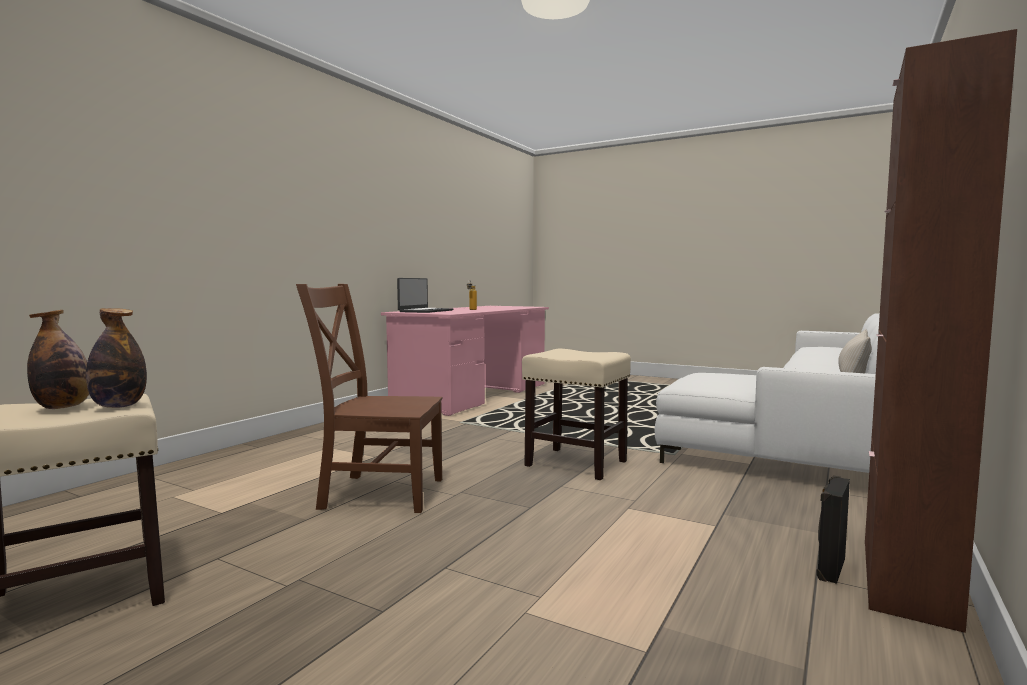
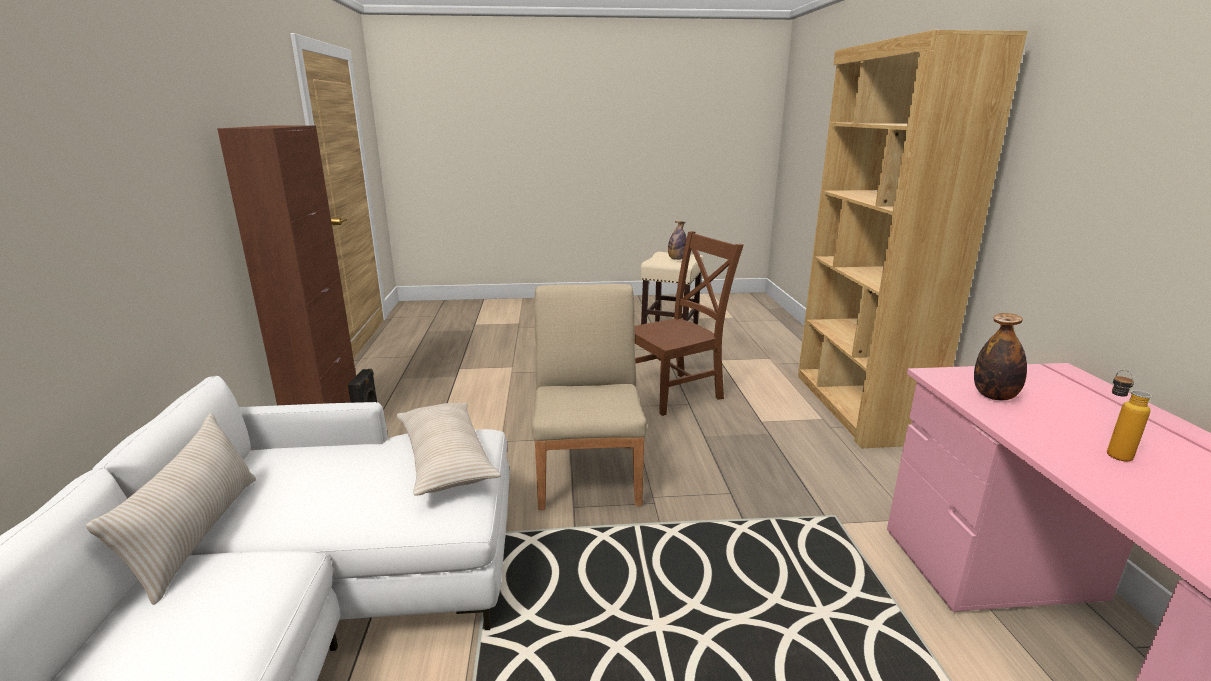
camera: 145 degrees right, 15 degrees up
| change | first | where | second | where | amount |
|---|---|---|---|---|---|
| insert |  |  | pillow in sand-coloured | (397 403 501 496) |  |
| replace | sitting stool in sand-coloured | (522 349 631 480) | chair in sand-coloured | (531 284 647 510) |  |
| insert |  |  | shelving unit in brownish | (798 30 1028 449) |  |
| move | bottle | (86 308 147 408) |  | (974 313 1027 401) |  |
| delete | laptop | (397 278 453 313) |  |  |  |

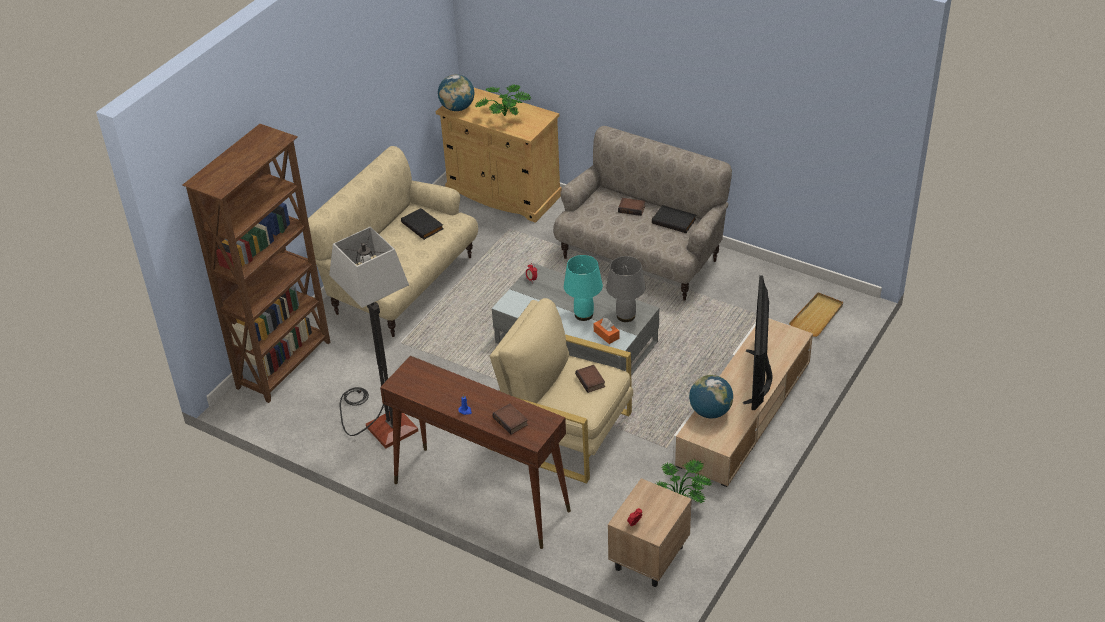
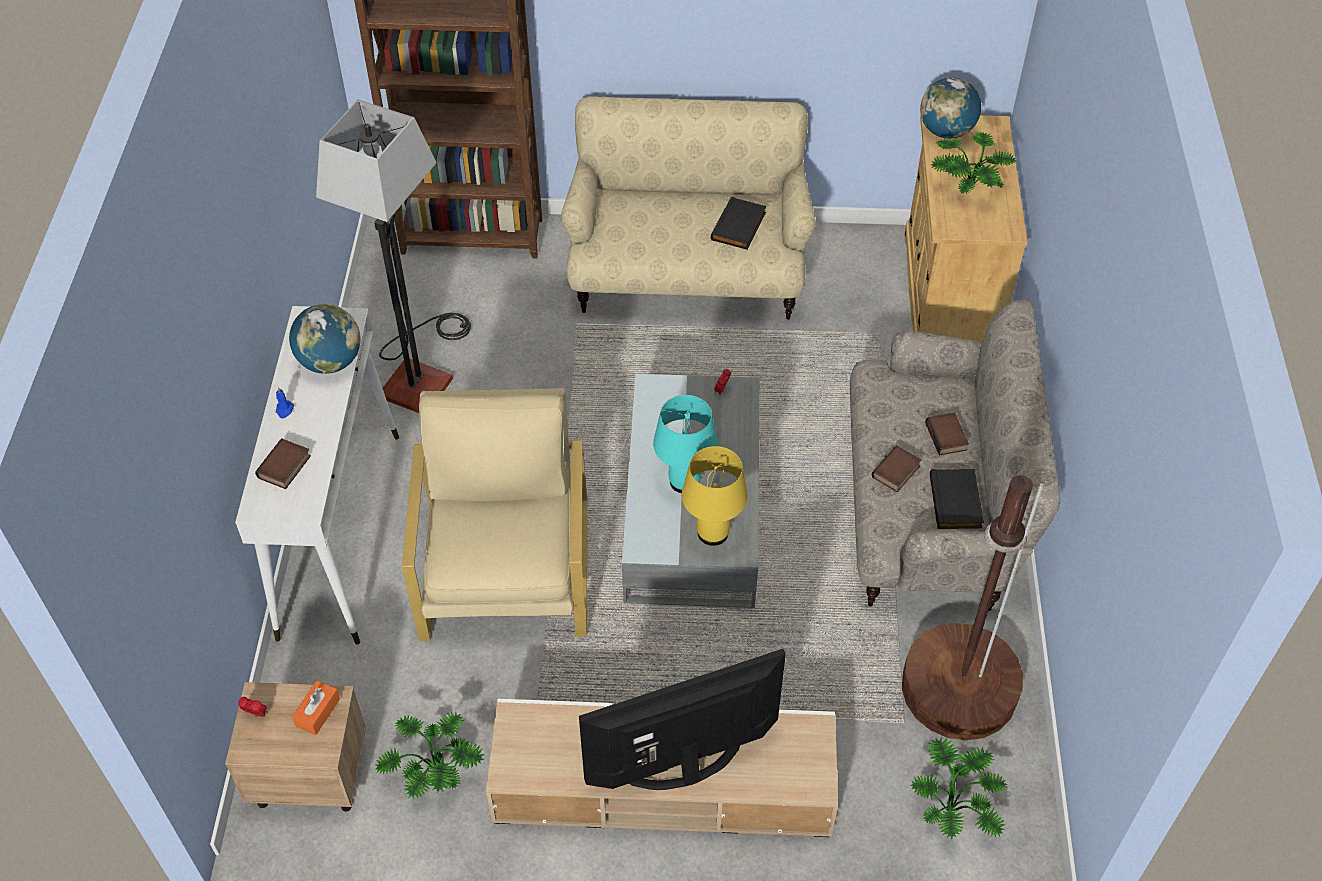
camera: 60 degrees right, 10 degrees up
| change | first | where | second | where | amount |
|---|---|---|---|---|---|
| recolor | hall table in brownish | (380 356 571 549) | hall table in white-coloured | (235 306 399 645) |  |
| move | world globe | (689 375 733 418) |  | (289 304 361 374) |  |
| move | tissue holder in orange-coloured | (594 318 619 344) |  | (292 680 340 735) |  |
| recolor | lamp for a table in greyish | (606 256 646 322) | lamp for a table in yellow | (682 446 748 546) |  |
| move | volume | (575 365 605 393) |  | (872 445 922 492) |  |
| insert |  |  | floor lamp in brownish | (902 475 1043 741) |  |
| replace | carrying tray in sand-coloured | (789 292 843 337) | houseplant | (910 737 1008 839) |  |

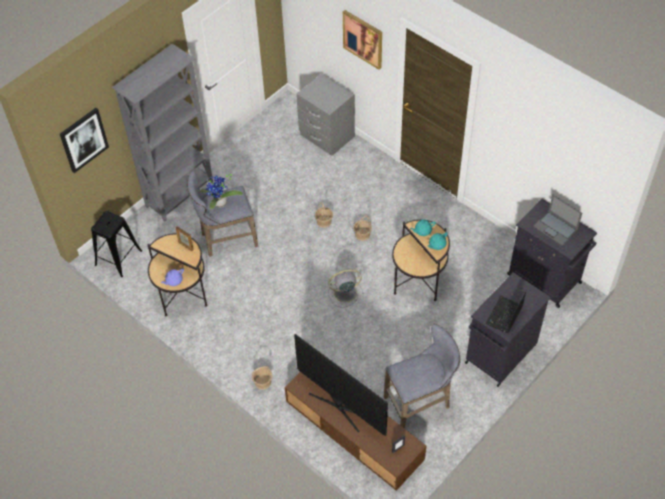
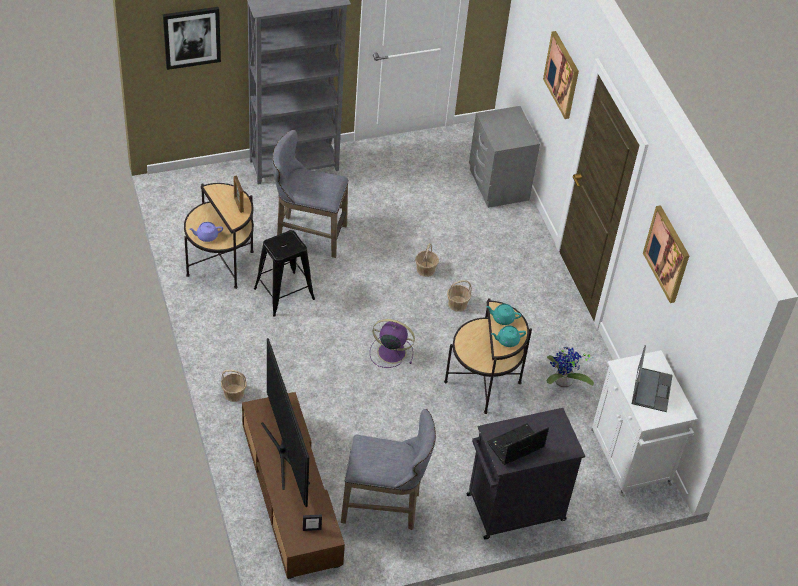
camera: 25 degrees right, 5 degrees down
| change | first | where | second | where | amount |
|---|---|---|---|---|---|
| move | sitting stool in black | (91 211 142 277) |  | (254 230 315 316) |  |
| recolor | fan in greyish | (328 269 364 308) | fan in purplish | (370 319 415 368) |  |
| move | houseplant | (200 174 243 209) |  | (547 347 594 388) |  |
| recolor | cupboard in black | (507 199 597 308) | cupboard in white-coloured | (591 350 697 497) |  |
| rotate | laptop | (533 195 582 245) |  | (632 345 673 412) | 150 degrees counterclockwise |
| insert |  |  | wall art | (643 205 689 303) |  |

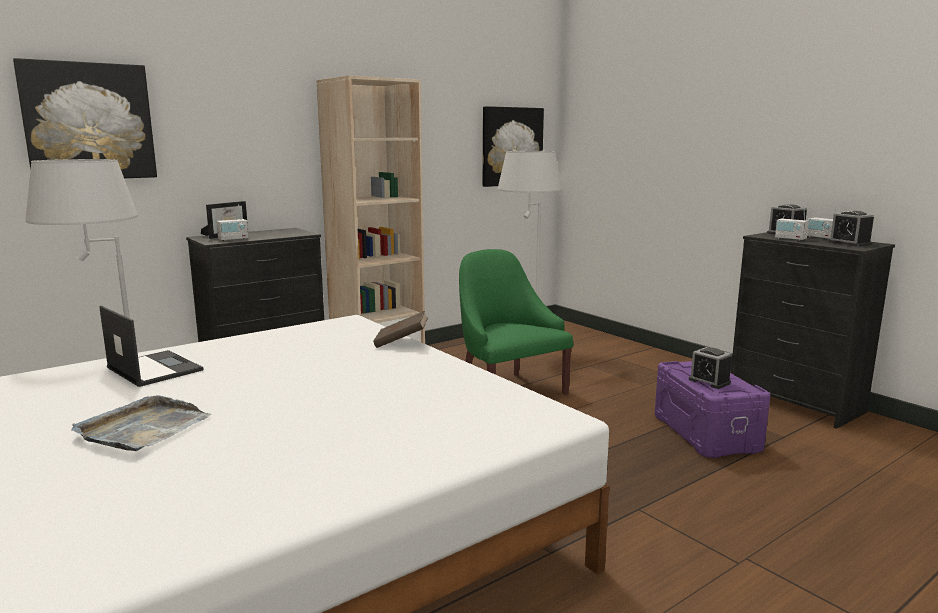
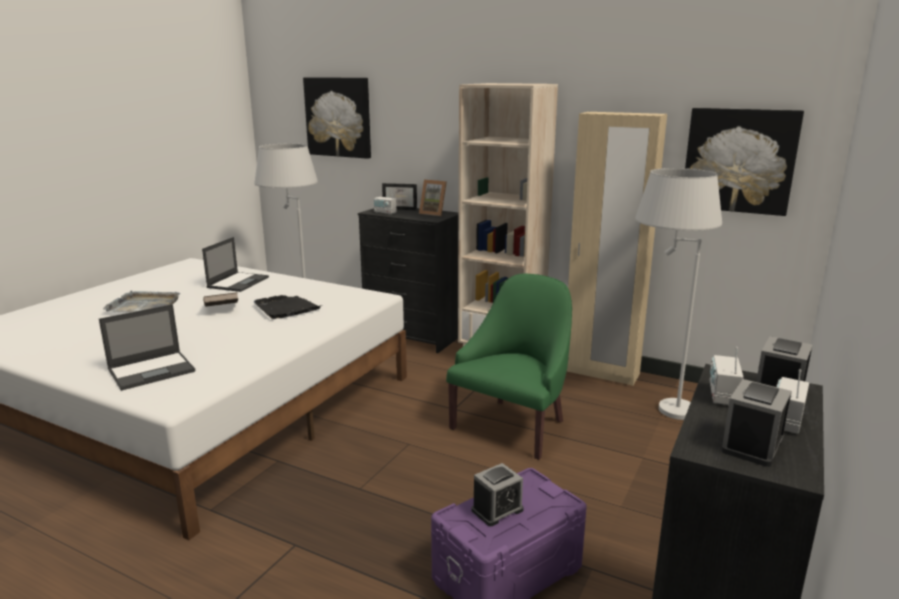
camera: 65 degrees right, 5 degrees up
| change | first | where | second | where | amount |
|---|---|---|---|---|---|
| insert |  |  | laptop | (99 304 195 391) |  |
| move | volume in brownish | (373 311 428 348) |  | (203 292 238 307) |  |
| insert |  |  | carrying tray in black | (253 295 321 319) |  |
| insert |  |  | photo frame | (419 180 447 216) |  |
| rotate | table clock | (689 347 732 389) |  | (472 463 524 526) | 150 degrees counterclockwise |
| insert |  |  | wardrobe in sand-coloured | (567 112 667 386) |  |

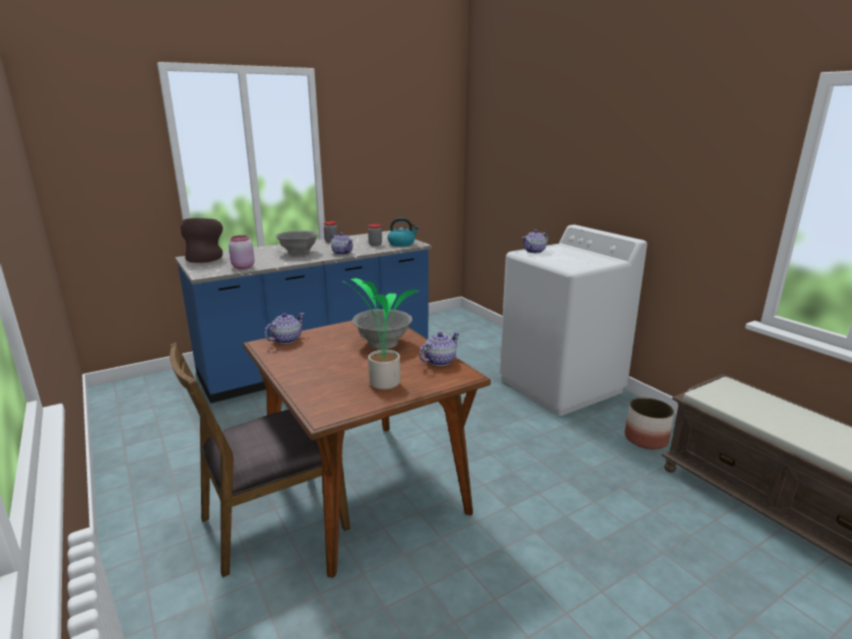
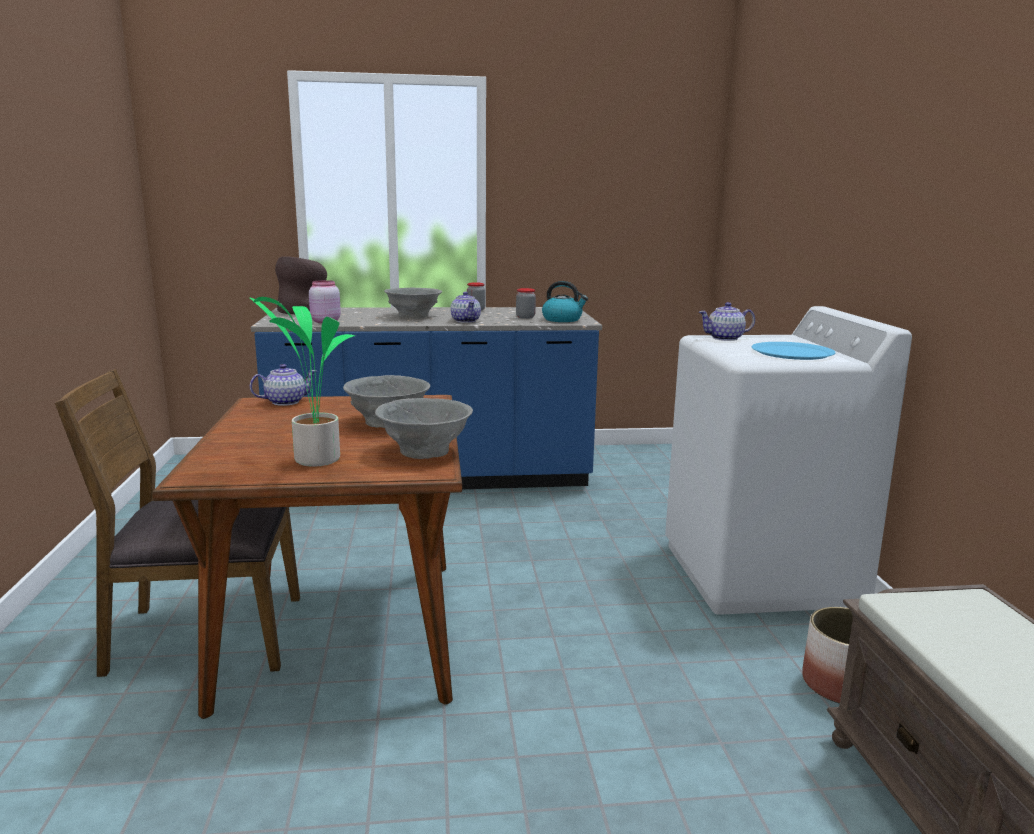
camera: 25 degrees right, 5 degrees down
| change | first | where | second | where | amount |
|---|---|---|---|---|---|
| replace | teapot | (419 332 460 366) | bowl in greyish | (375 398 473 459) |  |
| insert |  |  | flat dish in blue-coloured | (752 342 835 360) |  |

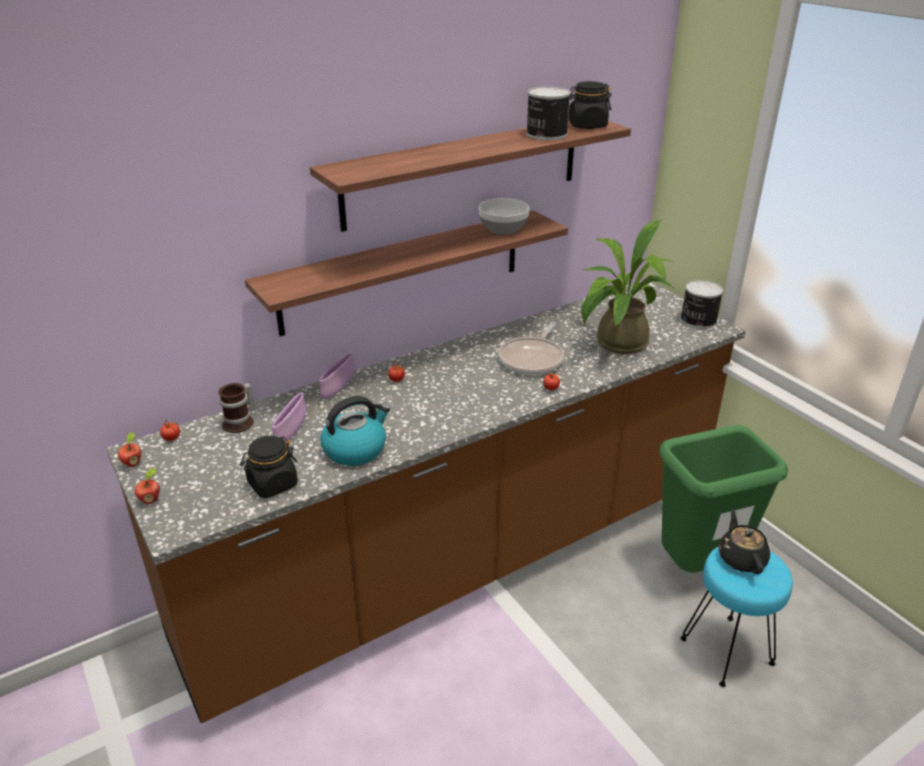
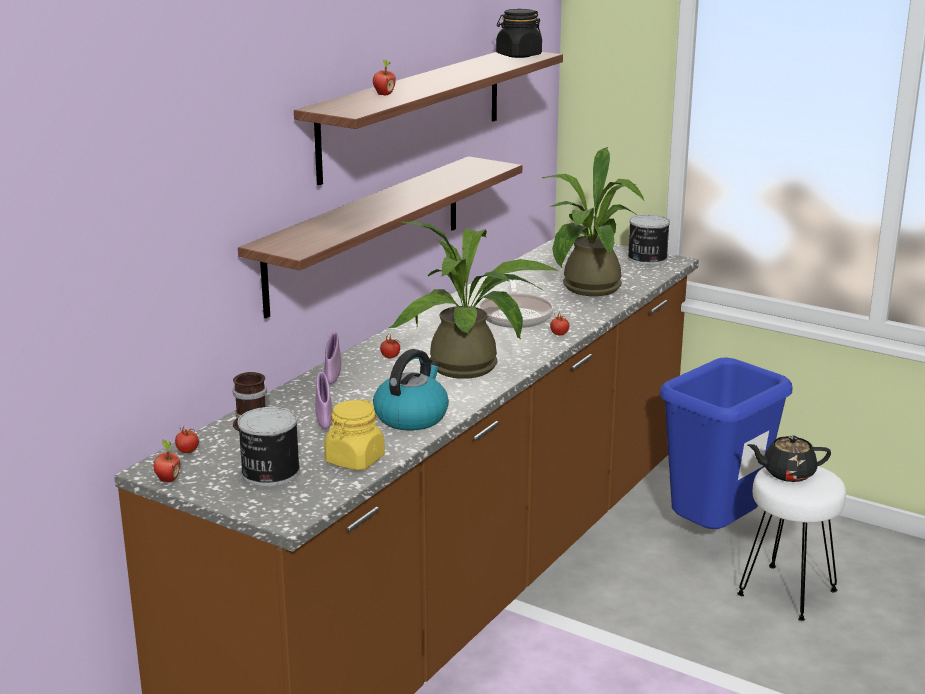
camera: 25 degrees left, 10 degrees down
| change | first | where | second | where | amount |
|---|---|---|---|---|---|
| move | metal can | (526 87 570 140) |  | (238 407 300 486) |  |
| recolor | preserve jar in black | (240 436 298 498) | preserve jar in yellow | (324 399 385 470) |  |
| move | whole apple | (135 468 160 504) |  | (373 59 396 95) |  |
| insert |  |  | houseplant | (389 221 558 379) |  |
| recolor | rubbish bin in greenish | (659 425 788 573) | rubbish bin in blue-coloured | (660 357 792 529) |  |
| recolor | sitting stool in blue-green | (680 547 793 687) | sitting stool in white-coloured | (737 466 846 621) |  |
| rotate | teapot in black | (718 509 770 574) |  | (748 435 831 482) | 60 degrees counterclockwise |
| delete | bowl | (479 198 530 235) |  |  |  |

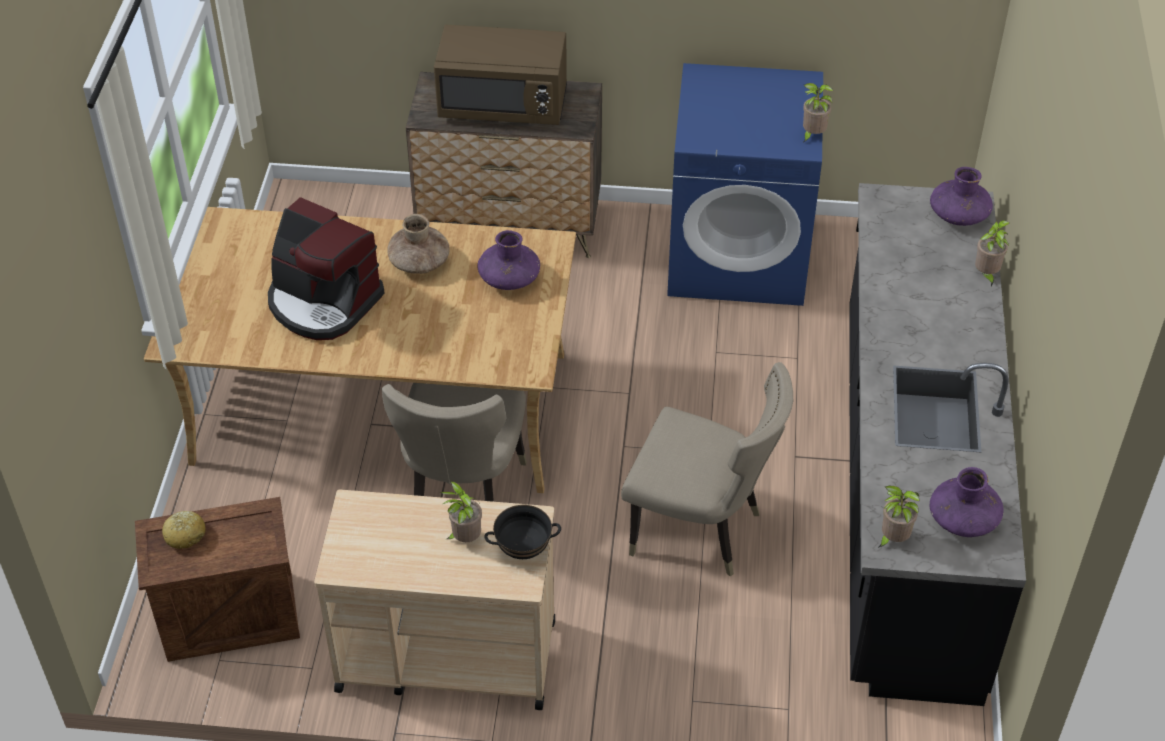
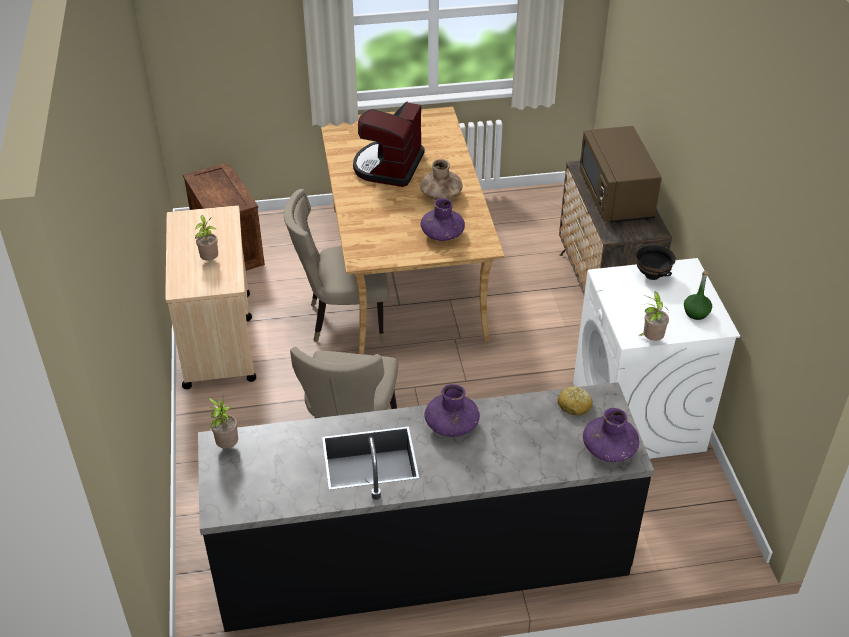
camera: 75 degrees right, 5 degrees down
| change | first | where | second | where | amount |
|---|---|---|---|---|---|
| move | flower vase in purplish | (930 467 1004 537) |  | (424 384 480 437) |  |
| move | bakery bread | (162 511 206 549) |  | (558 387 592 415) |  |
| recolor | washing machine in blue-coloured | (667 63 823 306) | washing machine in white-coloured | (573 258 740 459) |  |
| move | bowl in black | (484 505 561 559) |  | (636 244 676 280) |  |
| insert |  |  | bottle in greenish | (684 271 712 320) |  |
| delete | houseplant | (975 220 1009 286) |  |  |  |

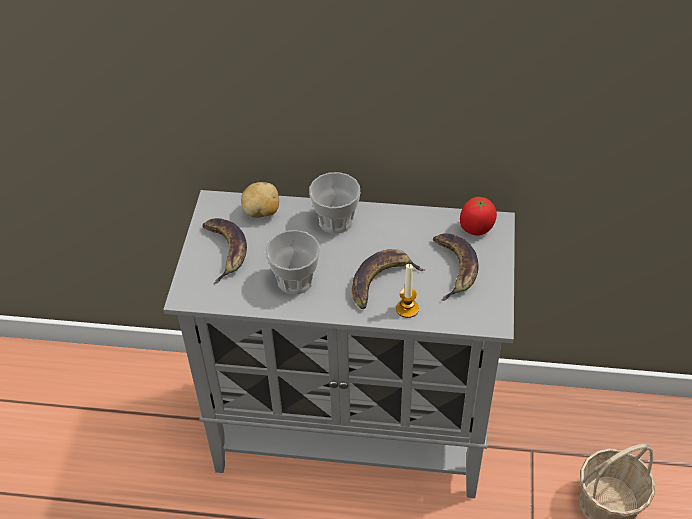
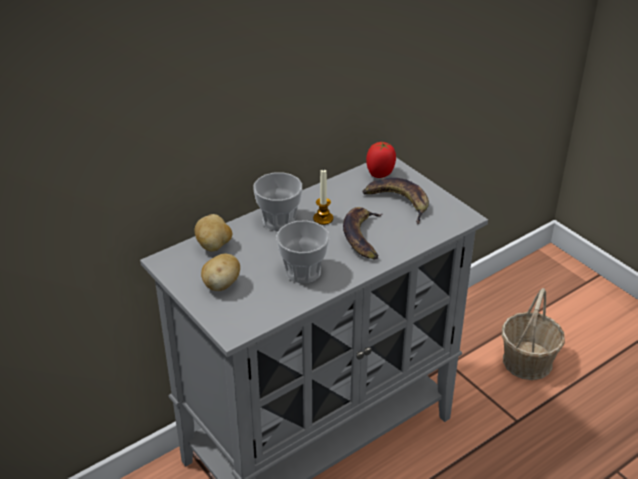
camera: 45 degrees left, 10 degrees down
| change | first | where | second | where | amount |
|---|---|---|---|---|---|
| replace | banana fruit | (202 218 247 284) | spud | (201 254 240 291) |  |
| move | wax light | (396 264 419 318) |  | (313 169 333 225) |  |

